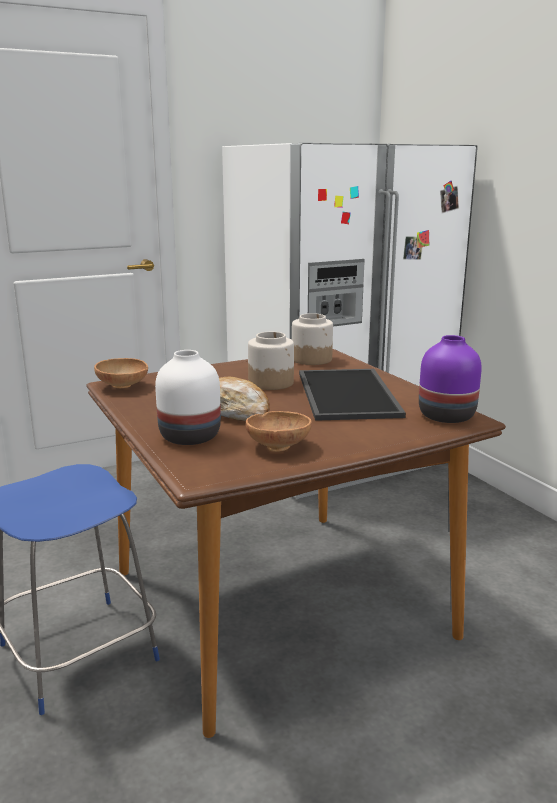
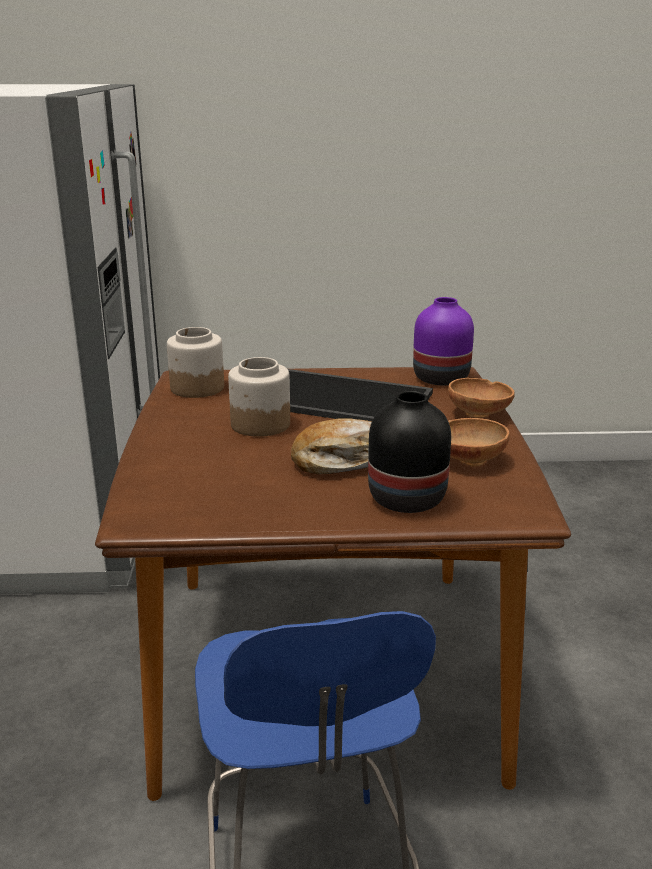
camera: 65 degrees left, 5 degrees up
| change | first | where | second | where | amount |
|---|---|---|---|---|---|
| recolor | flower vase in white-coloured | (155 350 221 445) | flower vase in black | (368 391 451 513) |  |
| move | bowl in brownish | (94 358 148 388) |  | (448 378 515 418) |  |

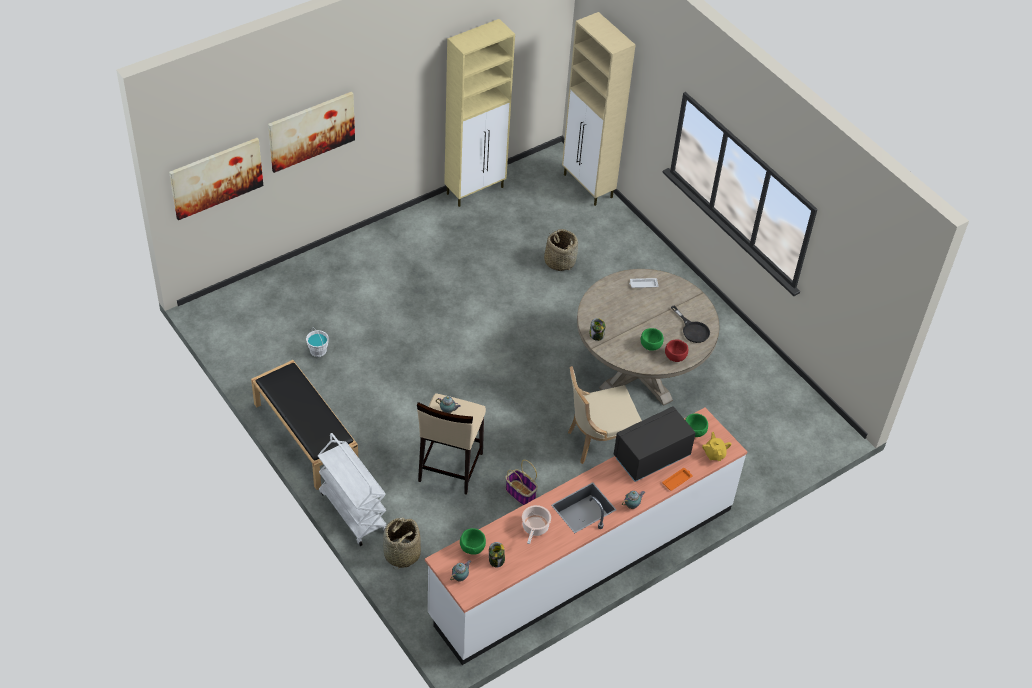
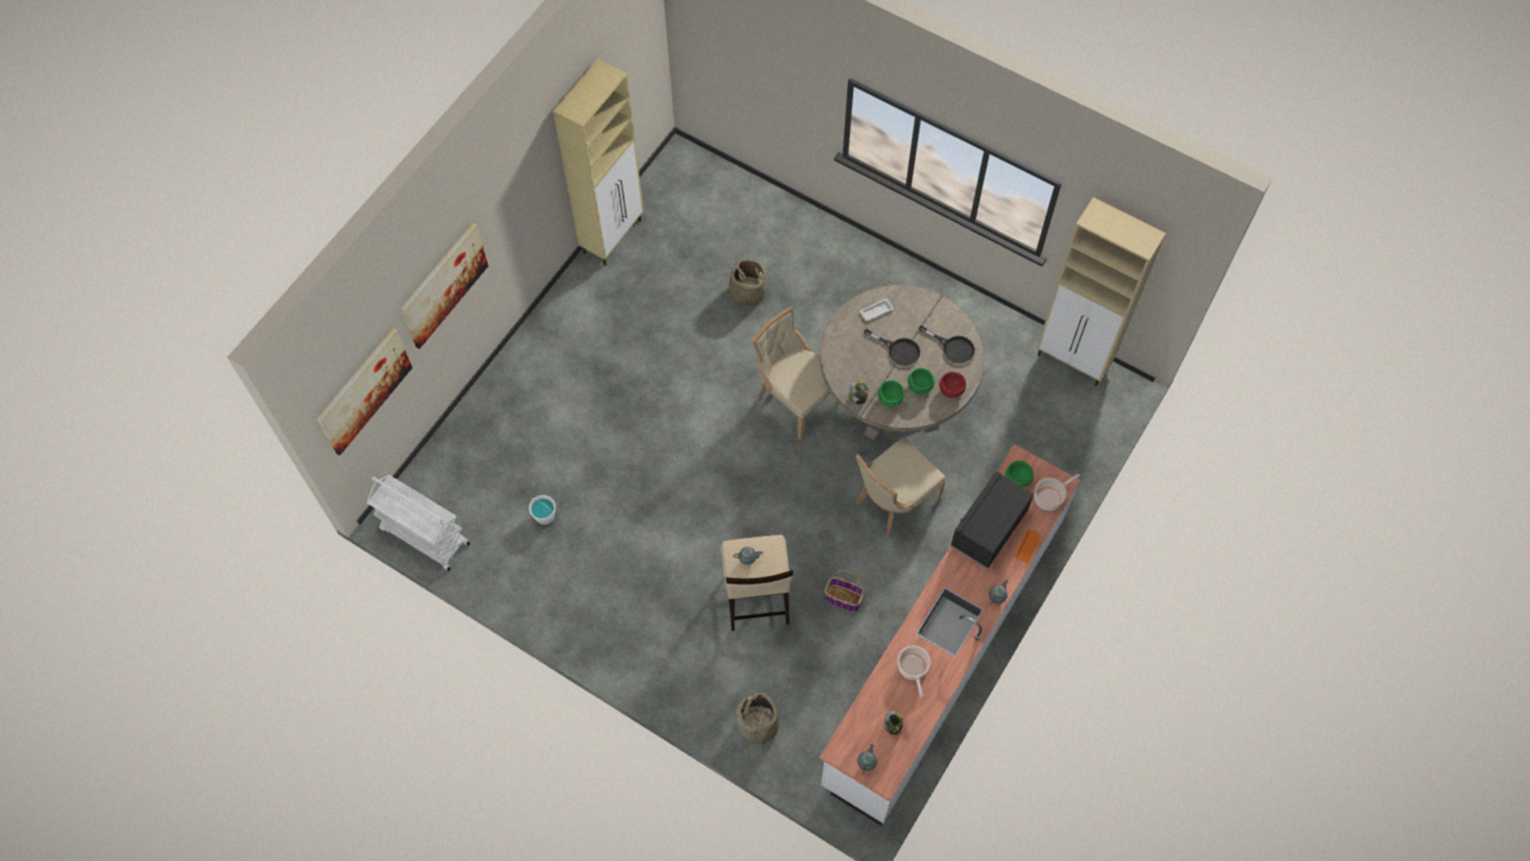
camera: 20 degrees left, 15 degrees up
| change | first | where | second | where | amount |
|---|---|---|---|---|---|
| move | trolley in white-coloured | (317 433 386 546) |  | (366 475 470 571) |  |
| insert |  |  | chair in sand-coloured | (752 307 831 440) |  |
| insert |  |  | frying pan in black | (864 329 920 366) |  |
| move | bowl in greenish | (460 528 486 555) |  | (878 380 904 407) |  |
| replace | teapot in yellow | (702 432 732 461) | saucepot | (1034 473 1080 511) |  |
| move | cupboard in sand-coloured | (562 12 636 206) |  | (1037 197 1166 386) |  |
| delete | long seat in black | (251 360 358 490) |  |  |  |

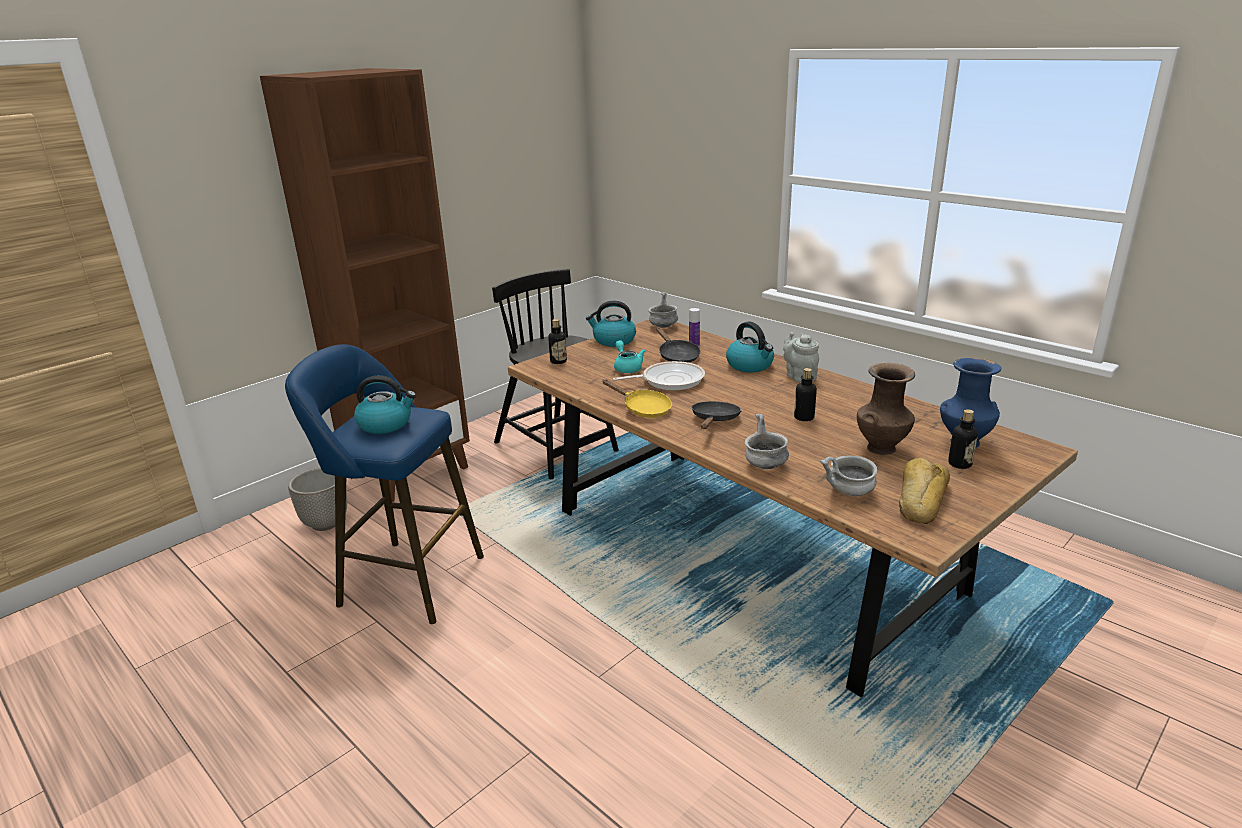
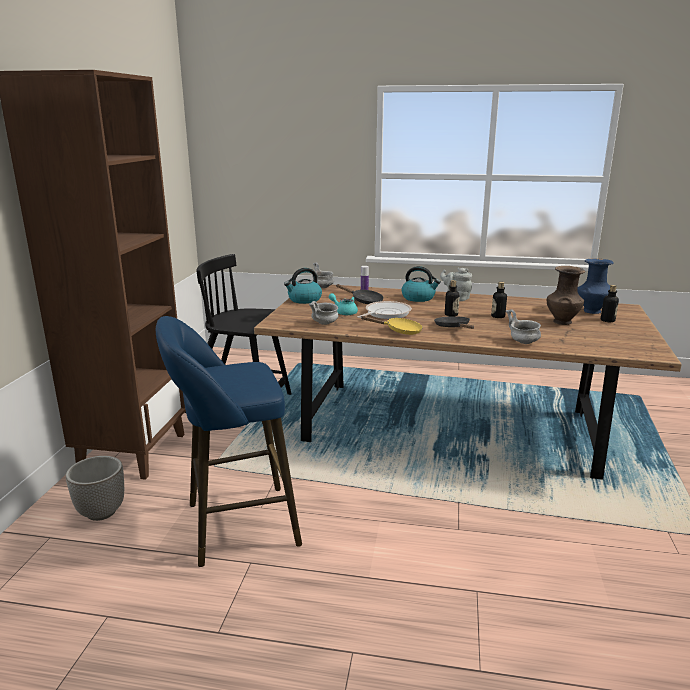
camera: 35 degrees left, 5 degrees down
| change | first | where | second | where | amount |
|---|---|---|---|---|---|
| move | bowl in greyish | (820 455 877 496) |  | (309 301 339 325) |  |
| move | bottle | (548 319 567 364) |  | (445 280 460 316) |  |
| delete | kettle | (354 376 416 434) |  |  |  |
| delete | bakery bread | (899 458 950 524) |  |  |  |

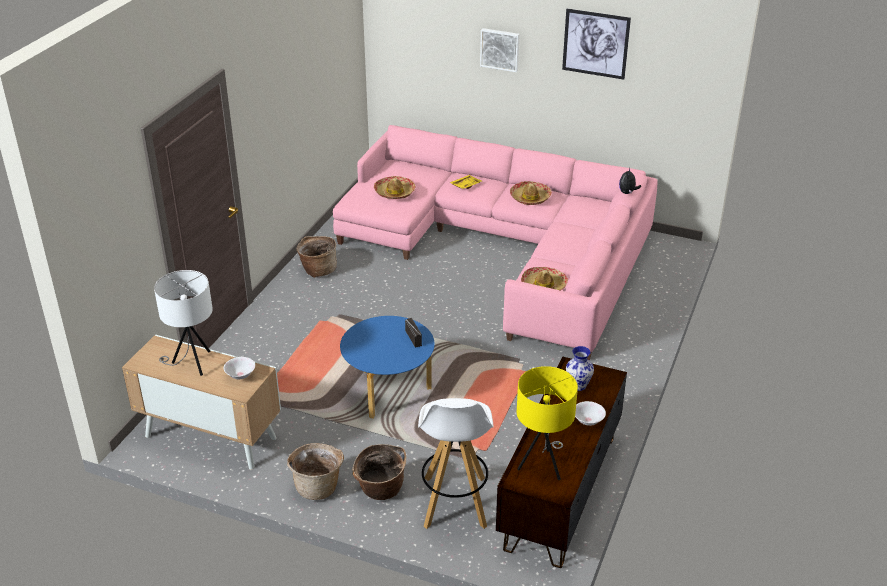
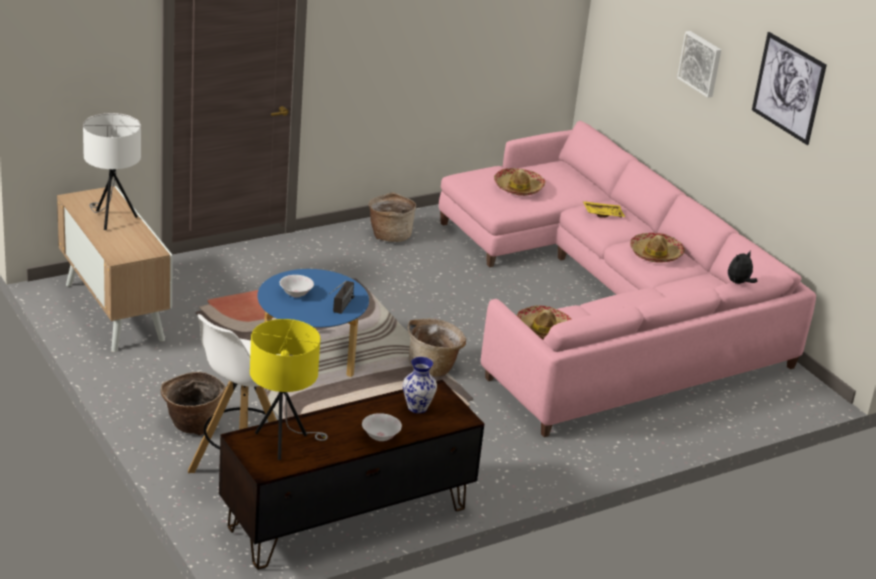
camera: 35 degrees right, 5 degrees down
| change | first | where | second | where | amount |
|---|---|---|---|---|---|
| move | bowl in white-coloured | (224 357 255 379) |  | (280 275 314 298) |  |
| move | household basket | (287 443 344 500) |  | (407 319 466 376) |  |

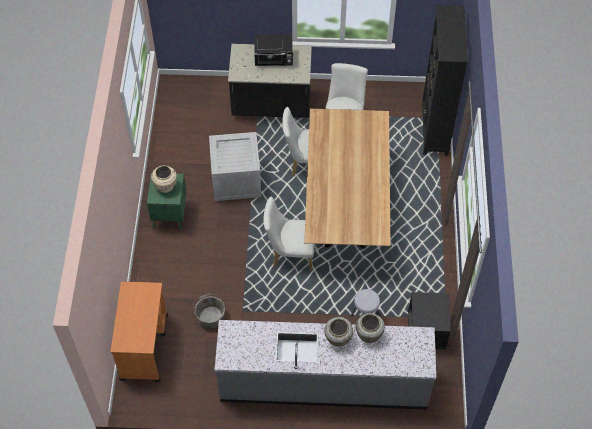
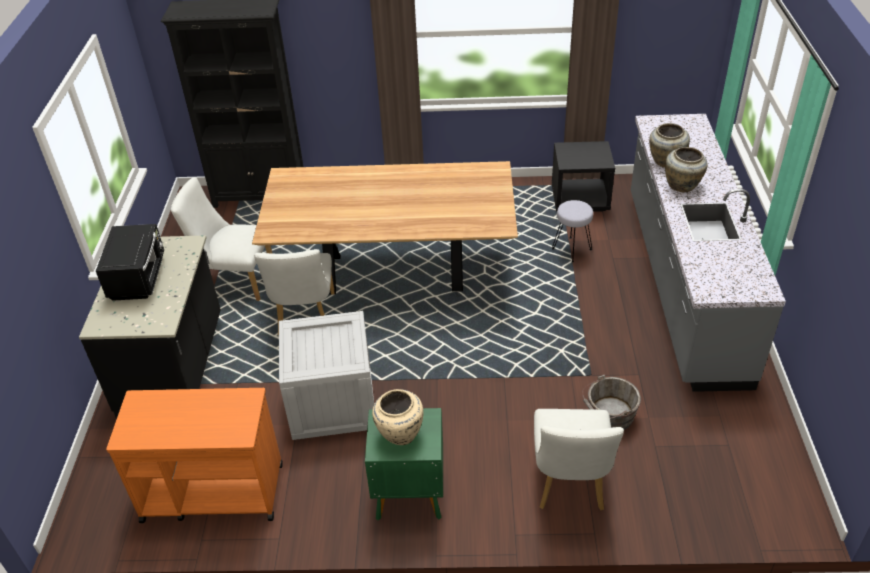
camera: 90 degrees left, 15 degrees down
| change | first | where | second | where | amount |
|---|---|---|---|---|---|
| move | trolley in orange-coloured | (111 281 168 382) |  | (106 388 283 523) |  |
| move | chair in white-coloured | (263 197 315 271) |  | (534 409 624 510) |  |

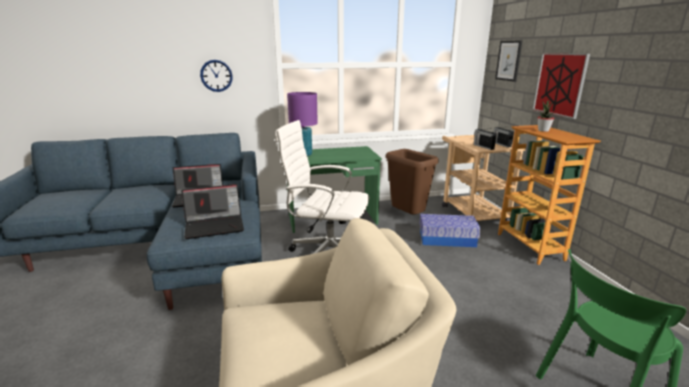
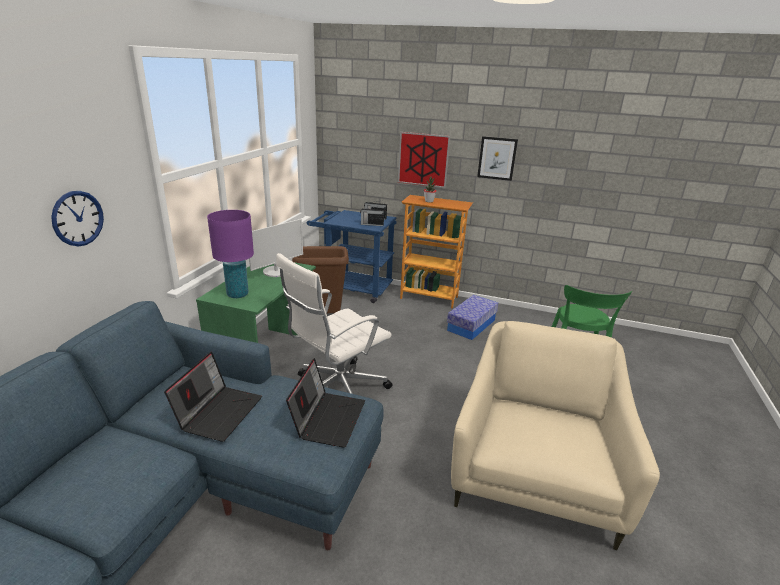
camera: 60 degrees left, 5 degrees up
| change | first | where | second | where | amount |
|---|---|---|---|---|---|
| insert |  |  | monitor | (249 219 303 277) |  |
| recolor | trolley in sand-coloured | (442 135 526 221) | trolley in blue-coloured | (307 210 397 303) |  |
| move | storage container | (420 214 481 247) |  | (447 295 498 340) |  |
| move | wall art | (495 40 523 82) |  | (477 136 518 181) |  |

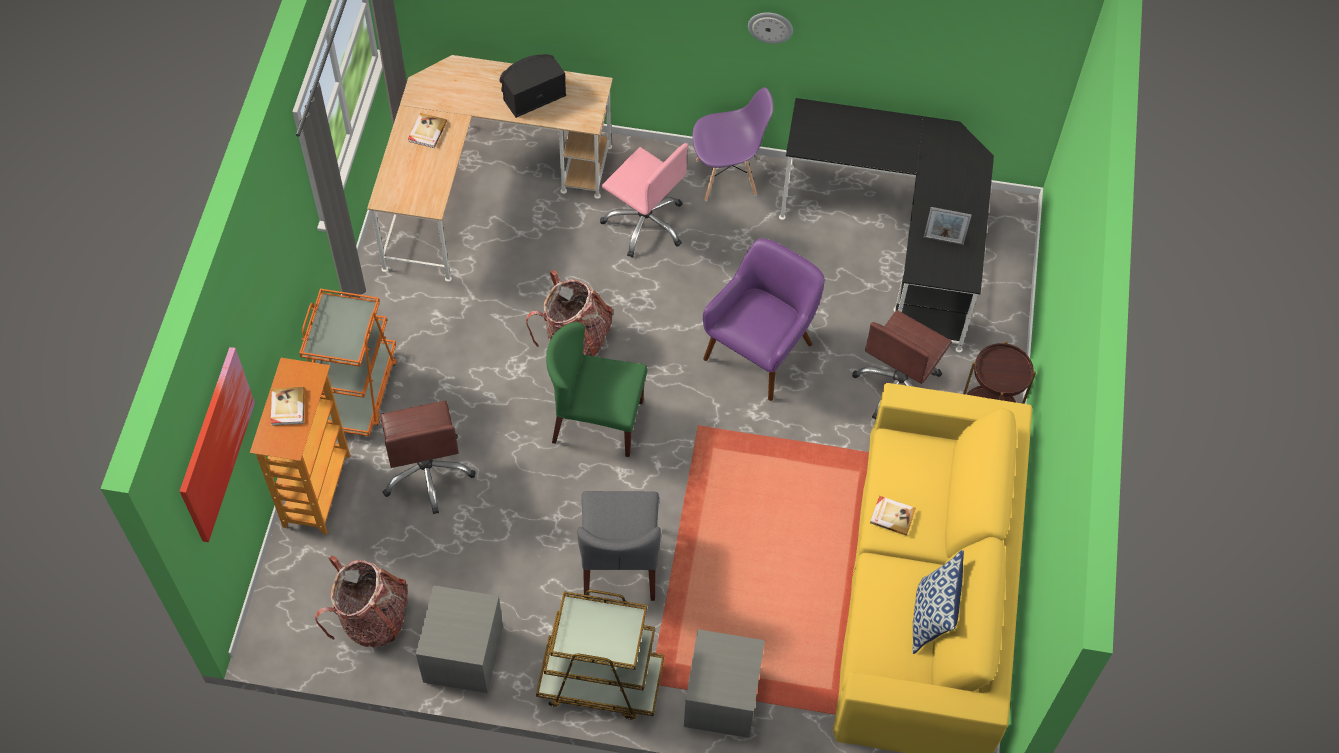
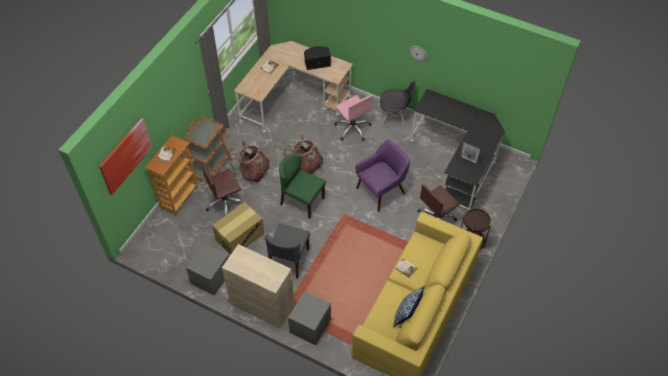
camera: 20 degrees right, 5 degrees down
| change | first | where | second | where | amount |
|---|---|---|---|---|---|
| rotate | computer chair in brownish | (380 401 475 514) |  | (201 163 244 216) | 60 degrees clockwise |
| insert |  |  | carton | (212 202 264 255) |  |
| replace | trolley in brownish | (536 590 664 720) | cupboard in sand-coloured | (222 244 295 328) |  |
| move | backpack | (315 556 409 647) |  | (230 141 270 182) |  |
| recolor | chair in purplish | (692 87 773 201) | chair in greyish | (380 81 416 129) |  |

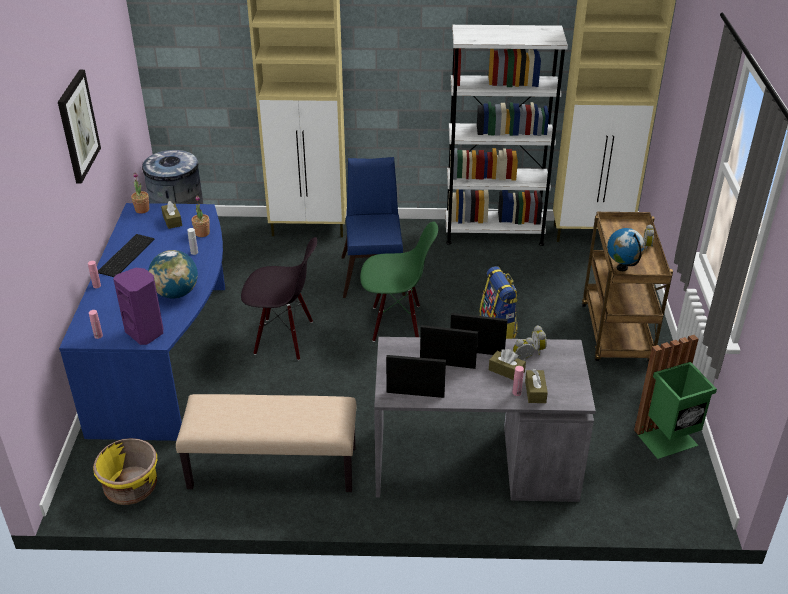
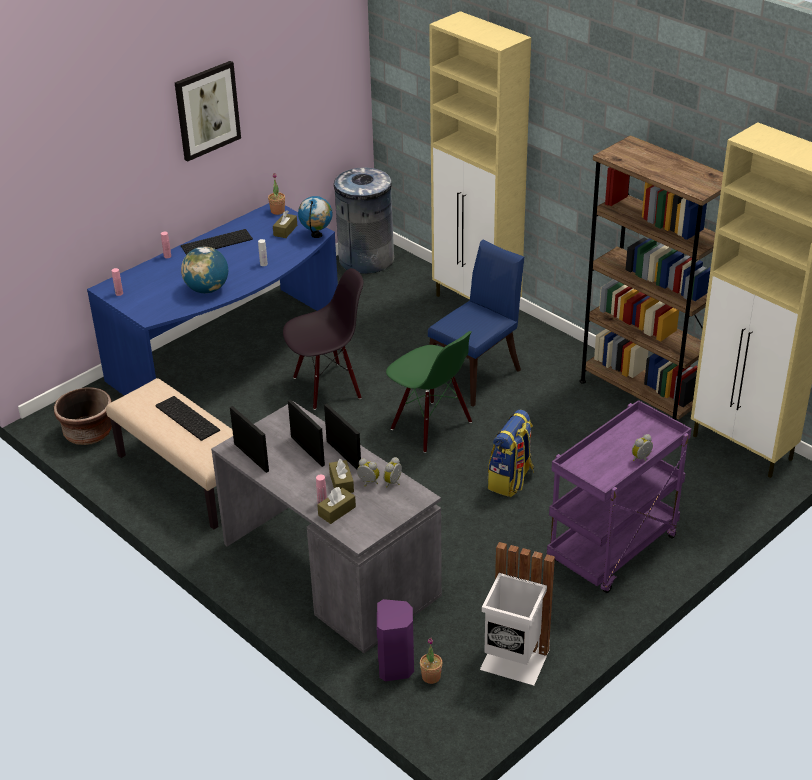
camera: 45 degrees right, 0 degrees up
| change | first | where | second | where | amount |
|---|---|---|---|---|---|
| recolor | planter in yellow | (93 438 157 505) | planter in brownish | (54 388 112 445) |  |
| insert |  |  | PC keyboard | (156 396 220 441) |  |
| rotate | chair in black | (241 237 317 360) |  | (283 268 363 410) | 75 degrees counterclockwise |
| move | world globe | (607 228 645 271) |  | (298 196 333 238) |  |
| move | loudspeaker in purplish | (113 268 163 345) |  | (377 599 414 681) |  |
| move | houseplant | (192 196 210 237) |  | (420 637 442 684) |  |
| recolor | rubbish bin in greenish | (634 335 717 459) | rubbish bin in white-coloured | (480 542 555 686) |  |
| recolor | trolley in brownish | (582 212 673 362) | trolley in purplish | (547 400 691 593) |  |
| recolor | shelving unit in white-coloured | (445 25 568 246) | shelving unit in brownish | (580 135 723 420) |  |

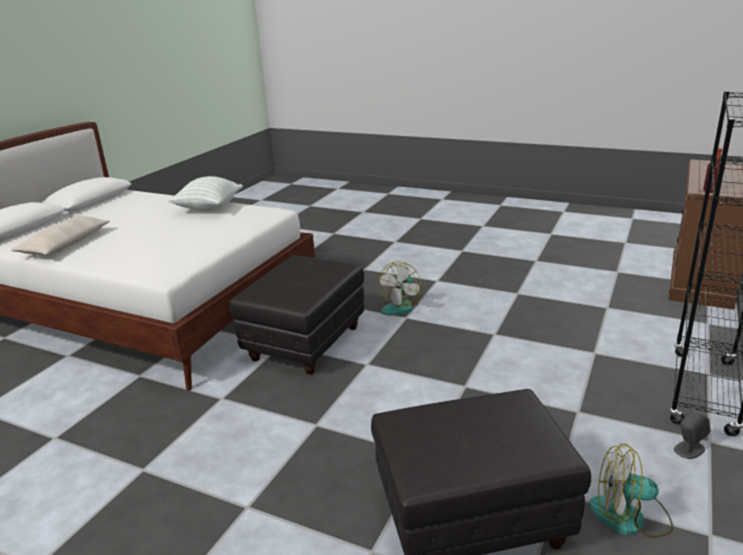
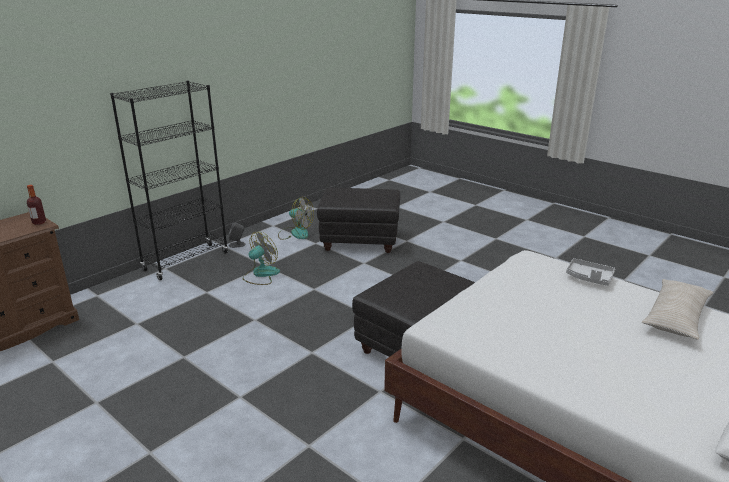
camera: 165 degrees left, 0 degrees up
| change | first | where | second | where | amount |
|---|---|---|---|---|---|
| move | fan | (379 261 422 316) |  | (243 232 280 285) |  |
| insert |  |  | carrying tray in greyish | (566 258 615 286) |  |
| delete | pillow | (168 176 243 211) |  |  |  |

